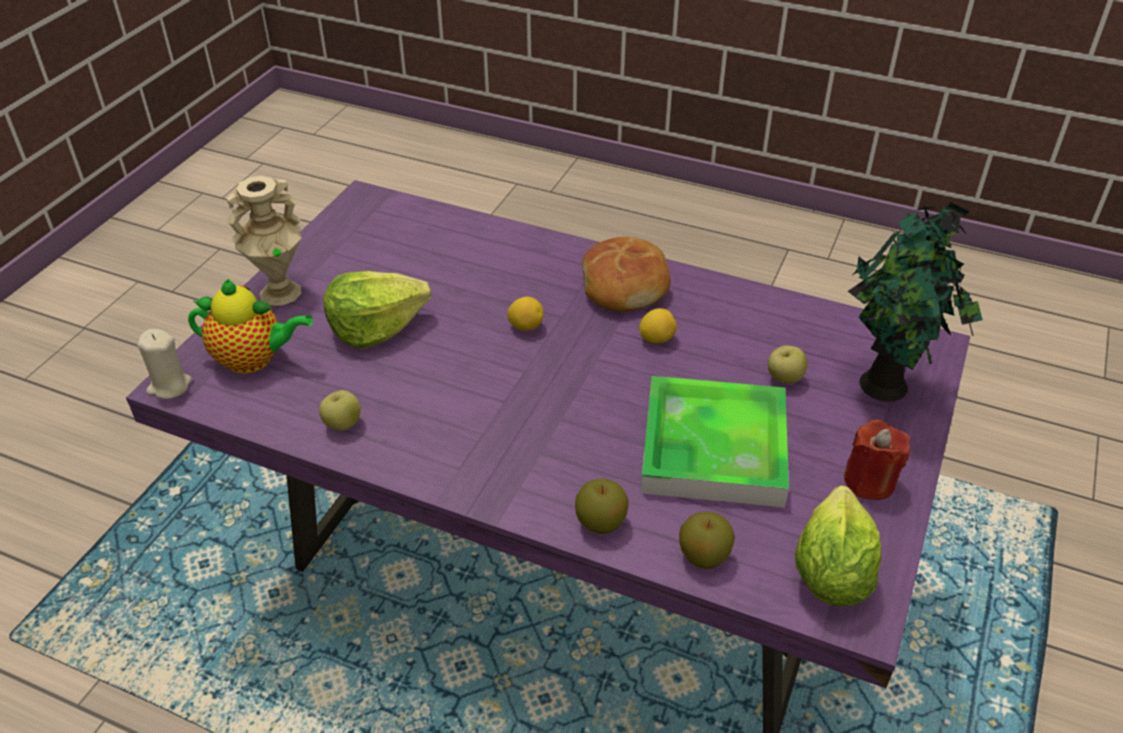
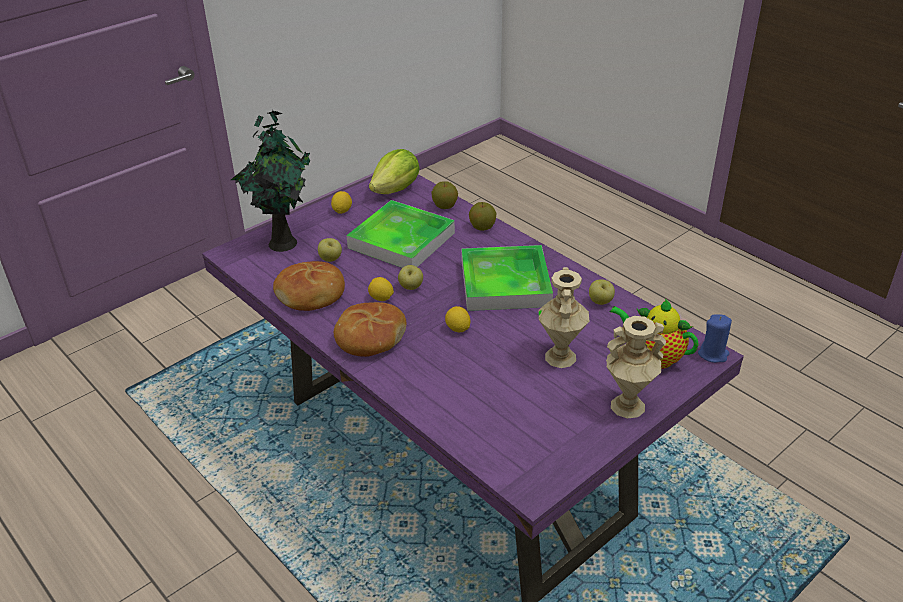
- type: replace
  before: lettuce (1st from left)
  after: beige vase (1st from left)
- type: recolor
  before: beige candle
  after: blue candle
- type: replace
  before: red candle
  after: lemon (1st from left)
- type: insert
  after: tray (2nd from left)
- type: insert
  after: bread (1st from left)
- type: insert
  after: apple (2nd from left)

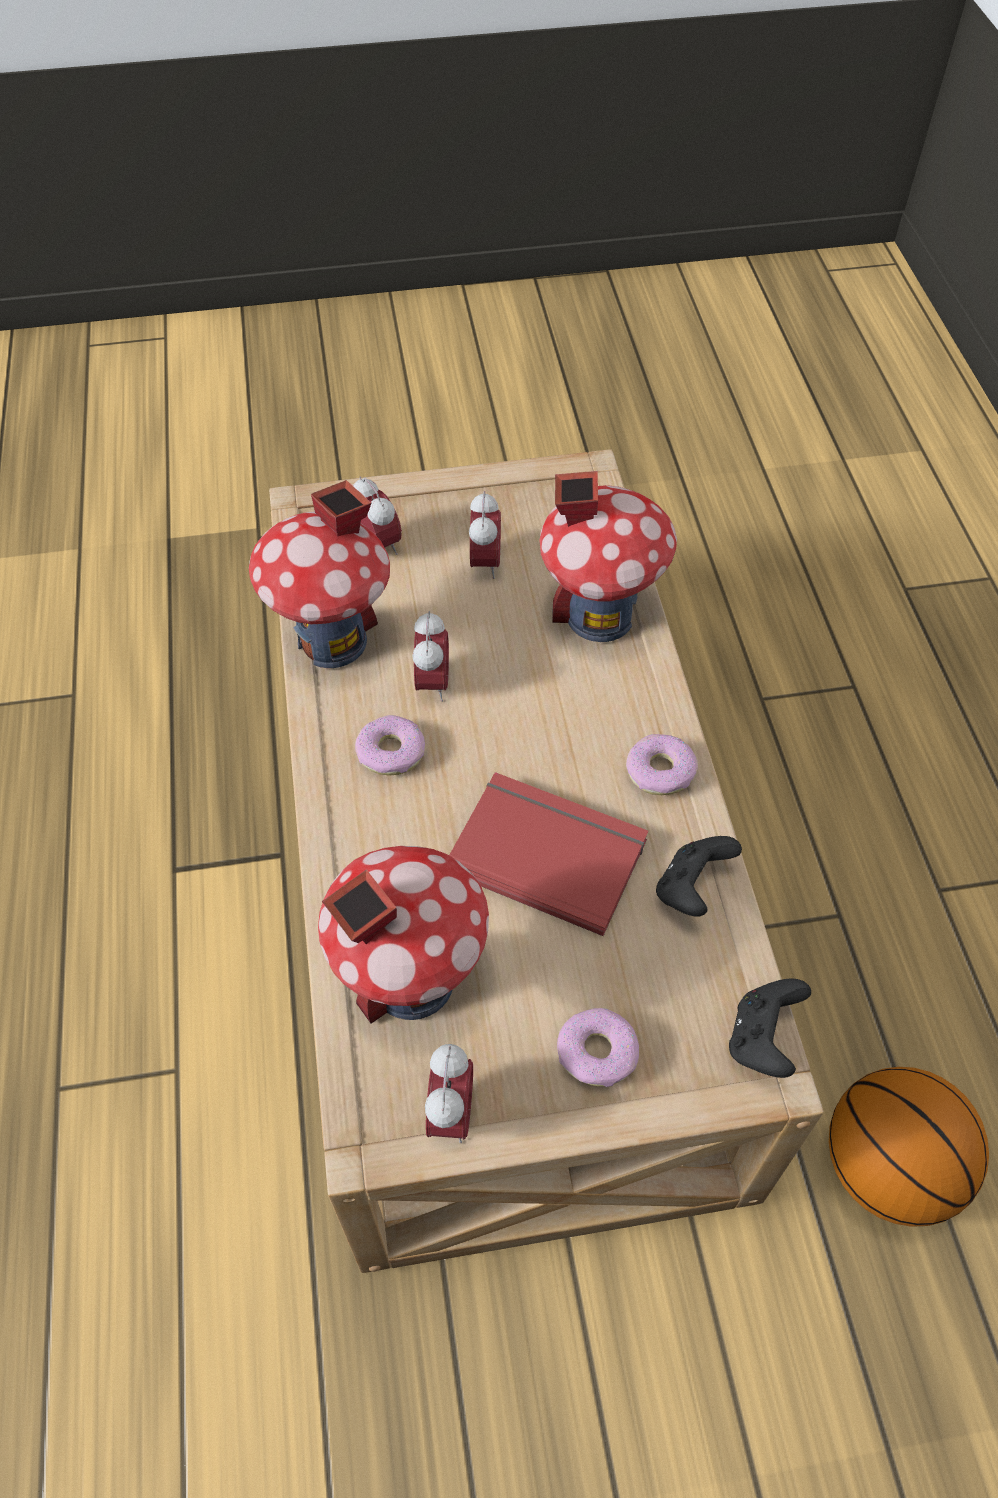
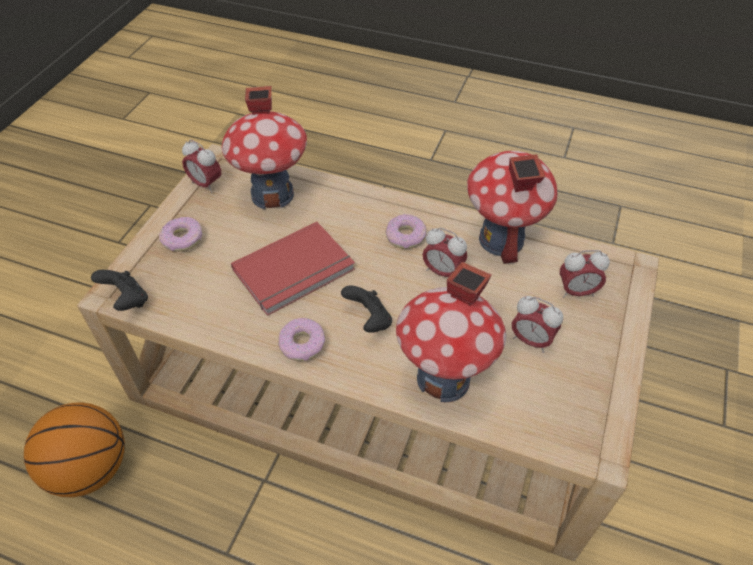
- type: move
  before: black game controller (1st from left in the first image)
  after: black game controller (2nd from left)

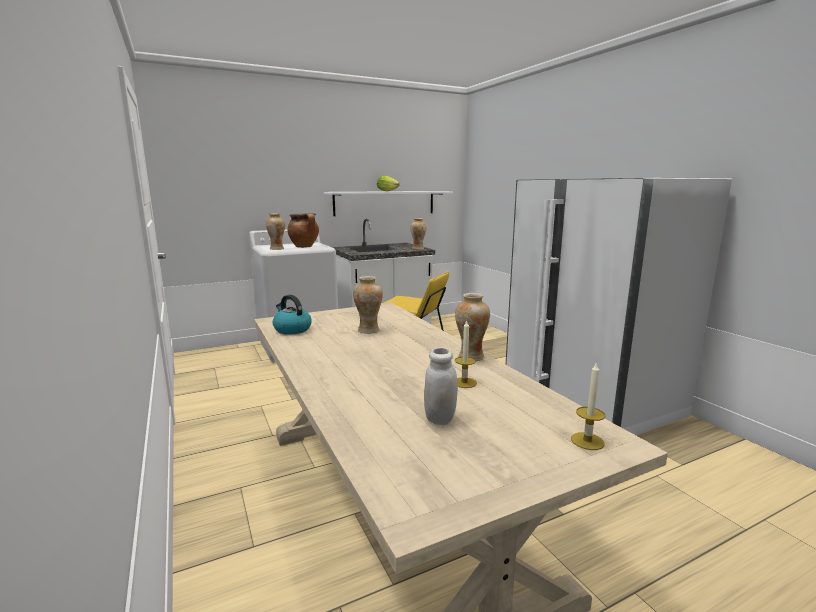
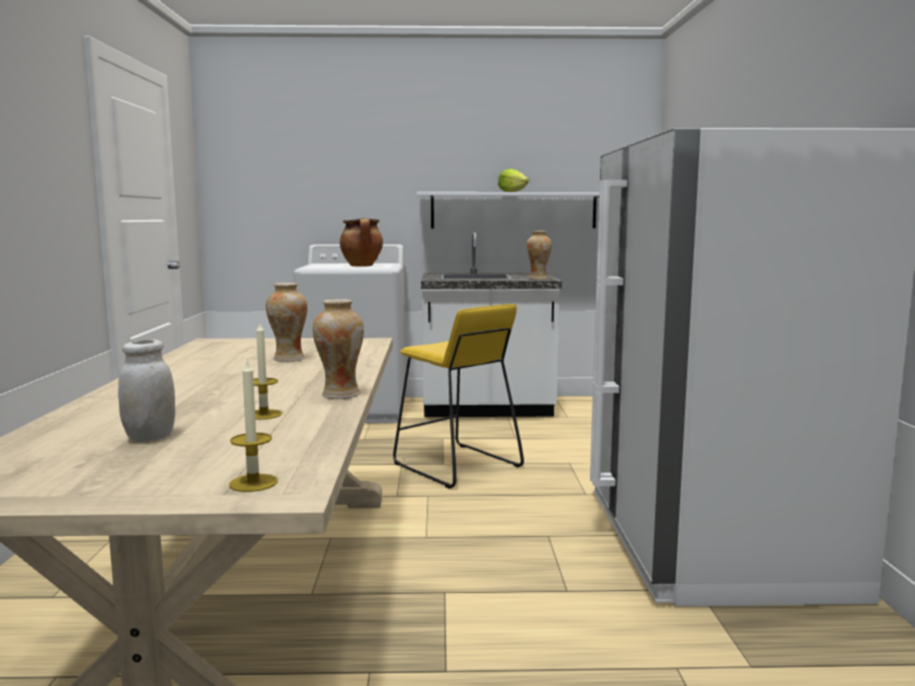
- type: delete
  before: vase (1st from left)
- type: delete
  before: kettle

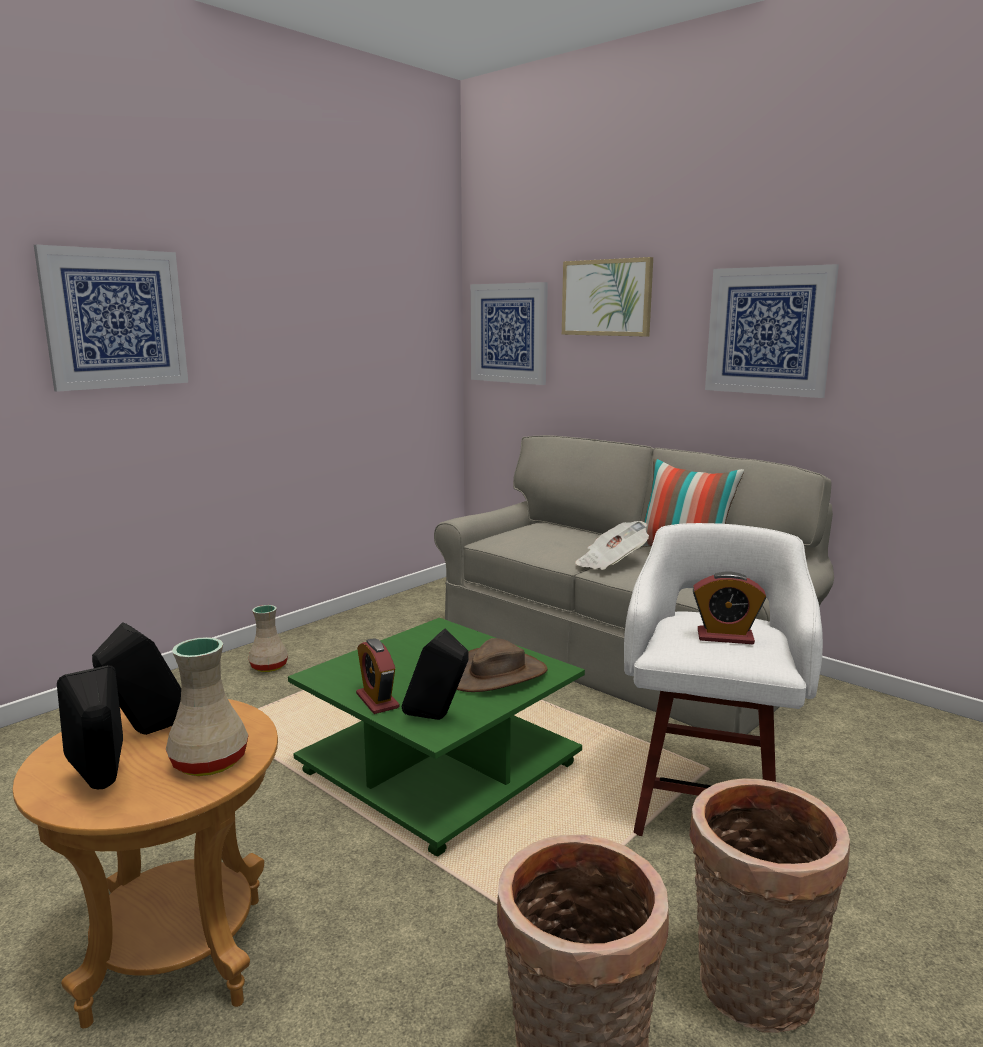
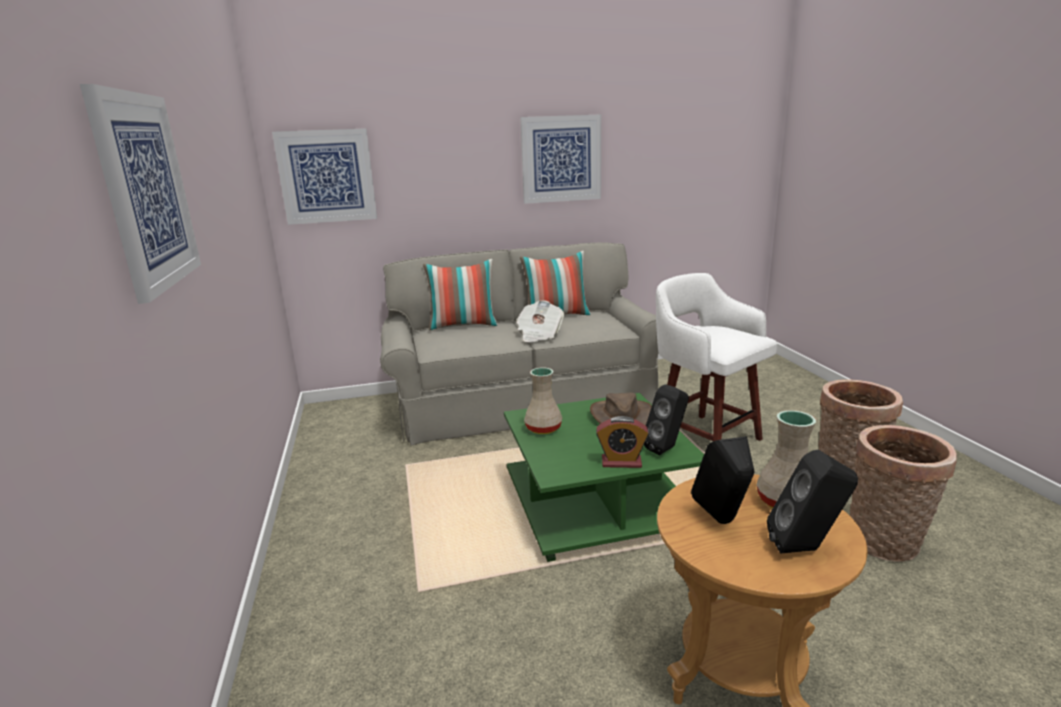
- type: delete
  before: picture (3rd from left)
- type: delete
  before: alarm clock (2nd from left)
- type: move
  before: beige vase (2nd from left in the first image)
  after: beige vase (1st from left)
- type: insert
  after: pillow (1st from left)

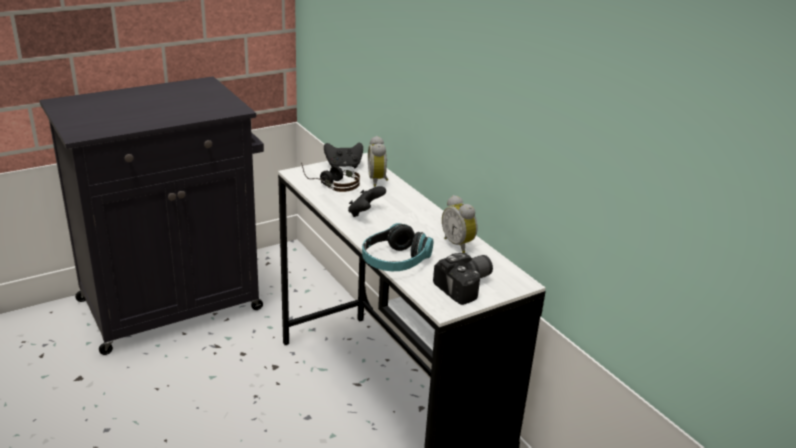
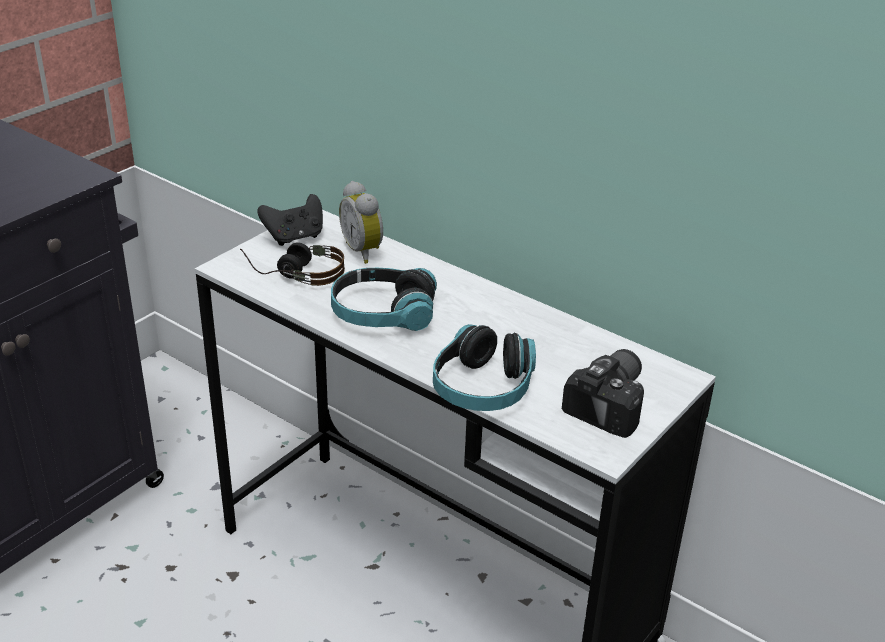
- type: replace
  before: black game controller (2nd from left)
  after: headphones (2nd from left)
- type: delete
  before: alarm clock (2nd from left)

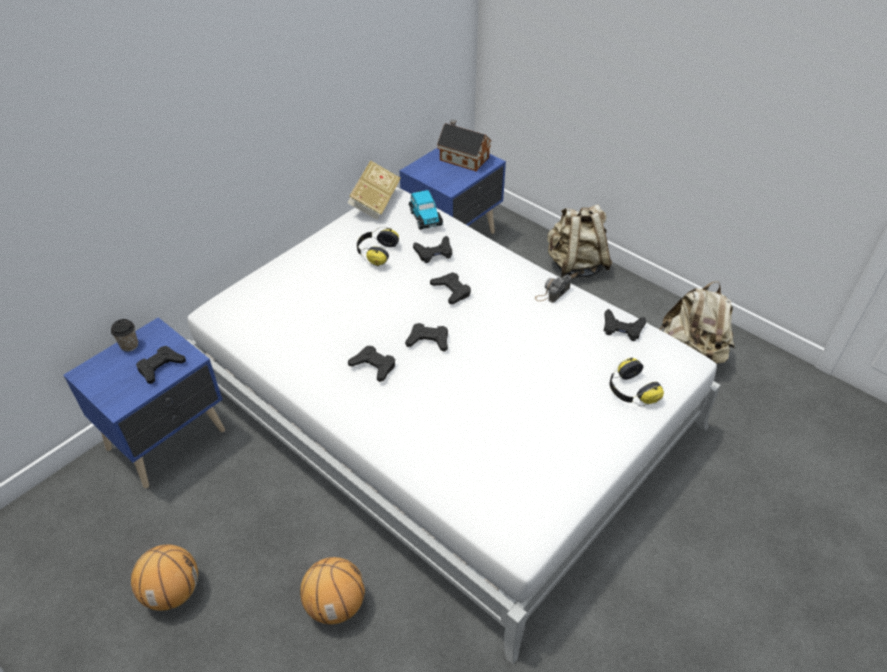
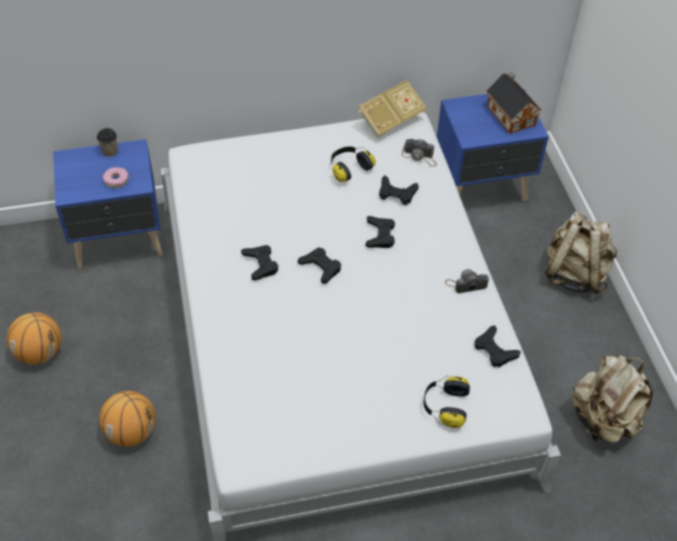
- type: replace
  before: toy car
  after: photo camera (1st from left)
- type: replace
  before: black game controller (1st from left)
  after: donut

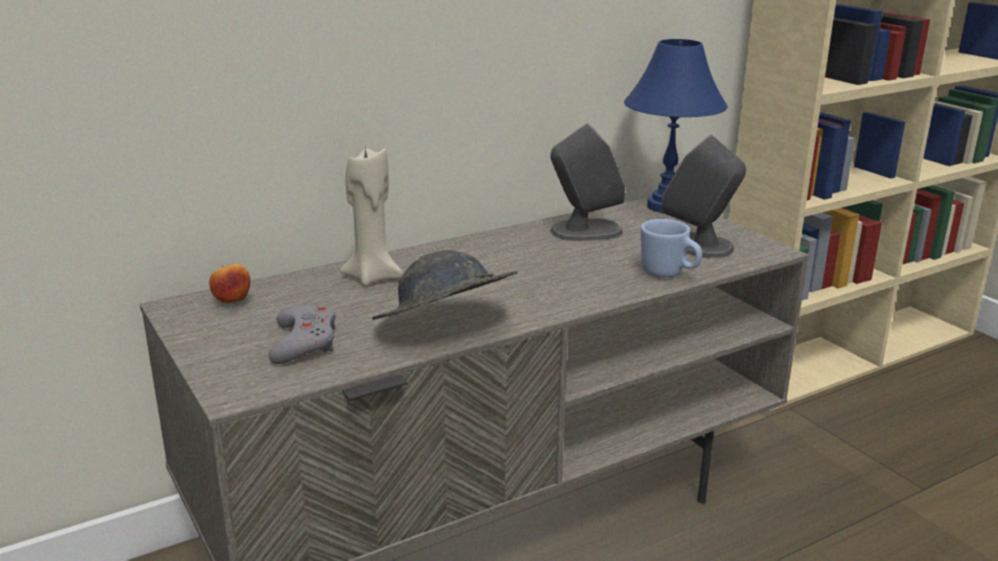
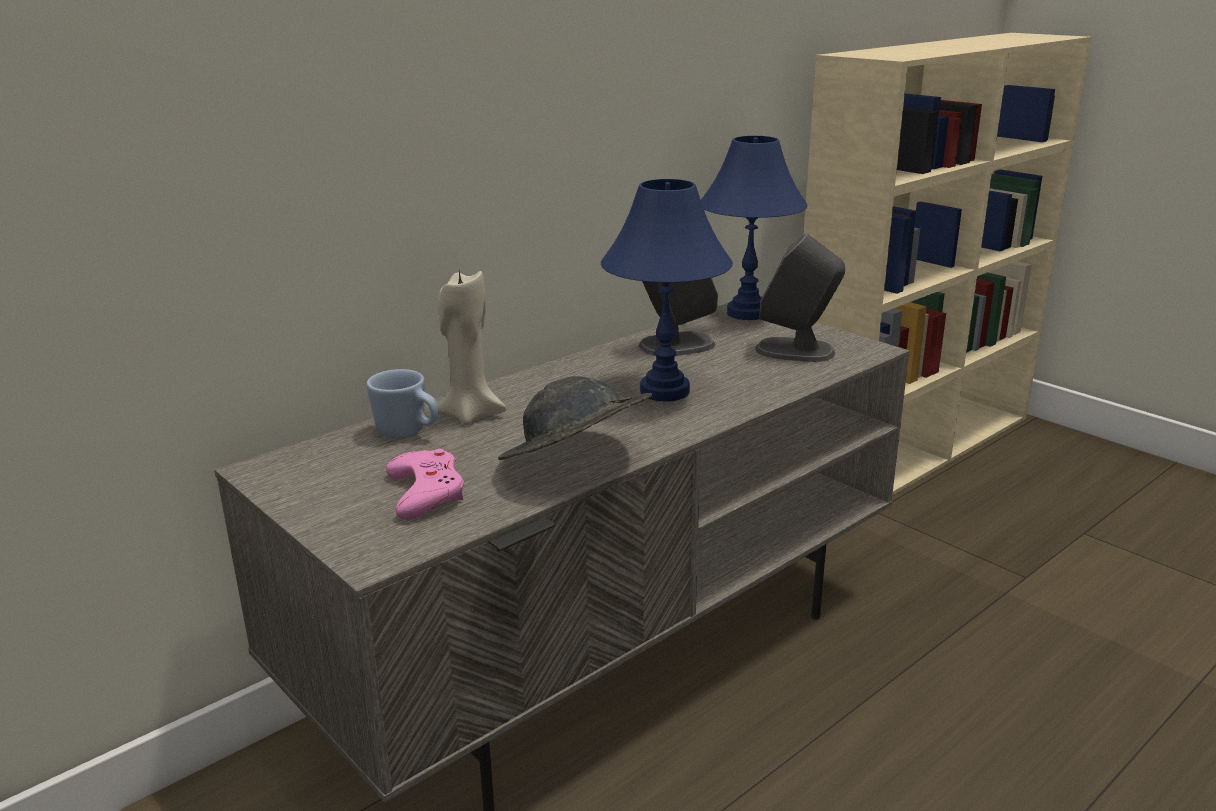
- type: move
  before: blue mug
- type: delete
  before: apple
- type: recolor
  before: grey game controller
  after: pink game controller
- type: insert
  after: blue table lamp (1st from left)

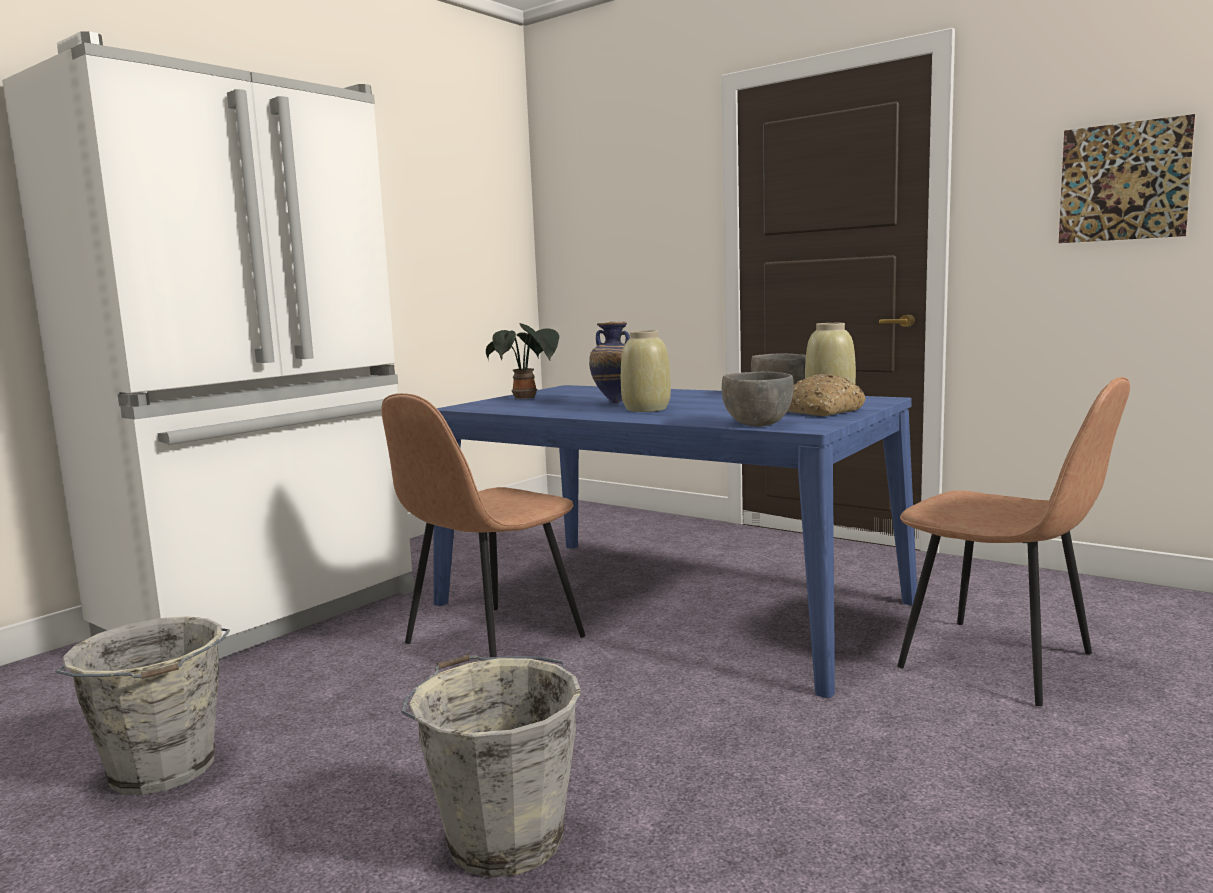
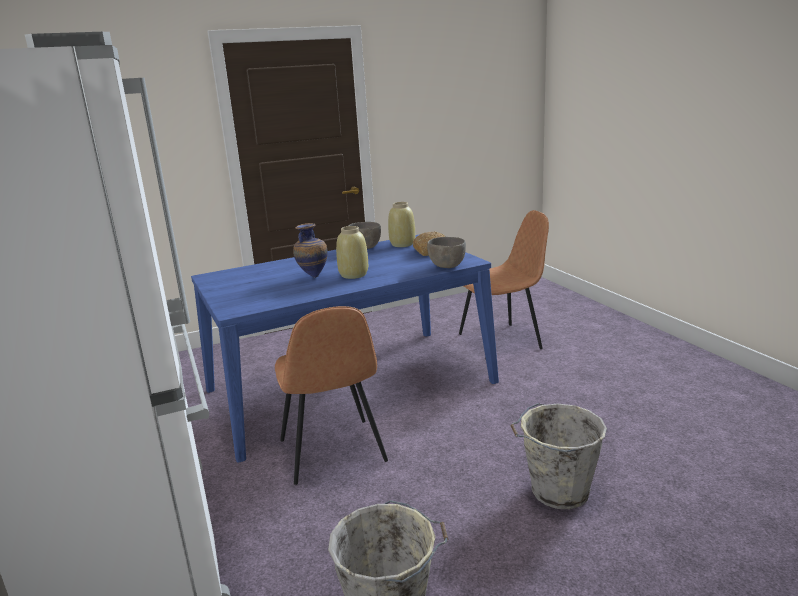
- type: delete
  before: picture
- type: delete
  before: potted plant

